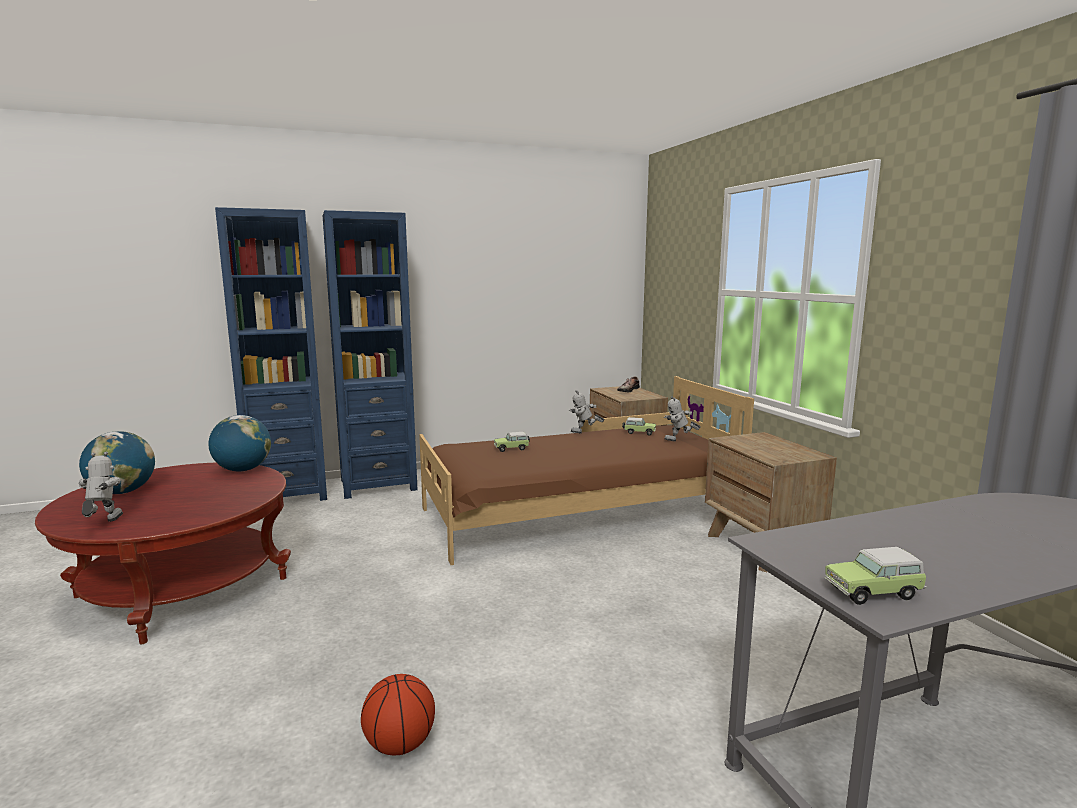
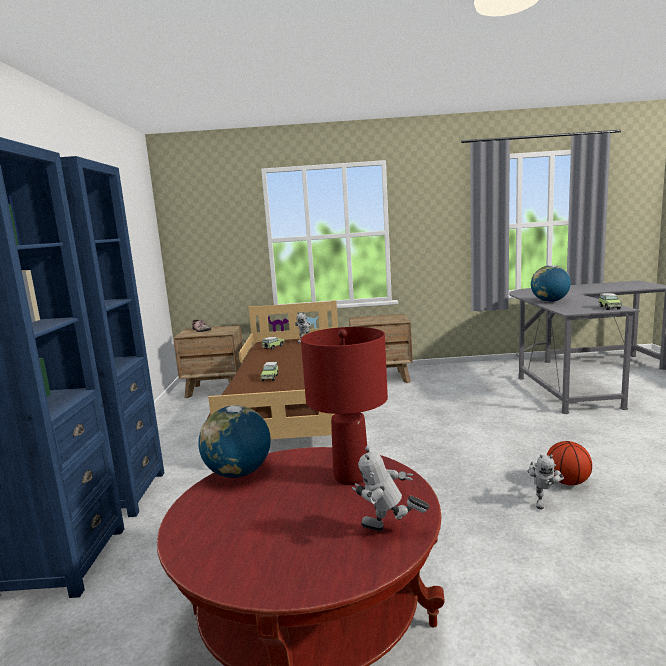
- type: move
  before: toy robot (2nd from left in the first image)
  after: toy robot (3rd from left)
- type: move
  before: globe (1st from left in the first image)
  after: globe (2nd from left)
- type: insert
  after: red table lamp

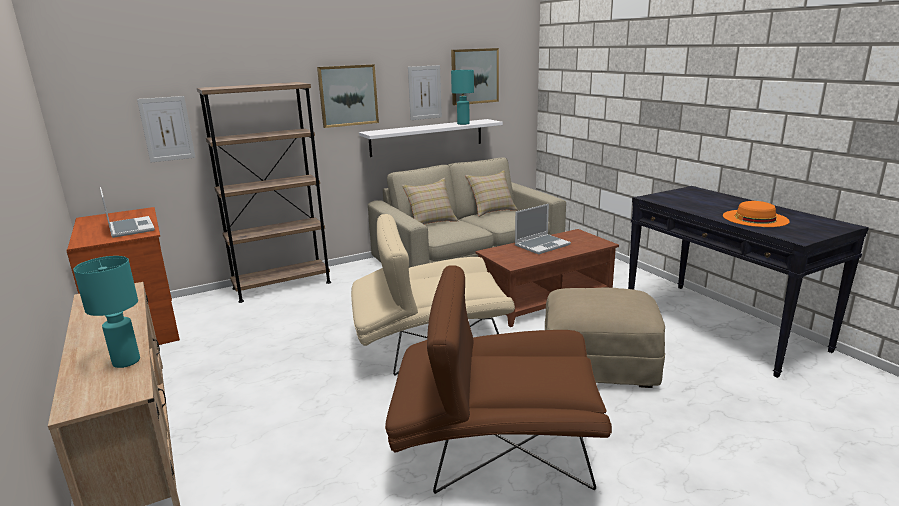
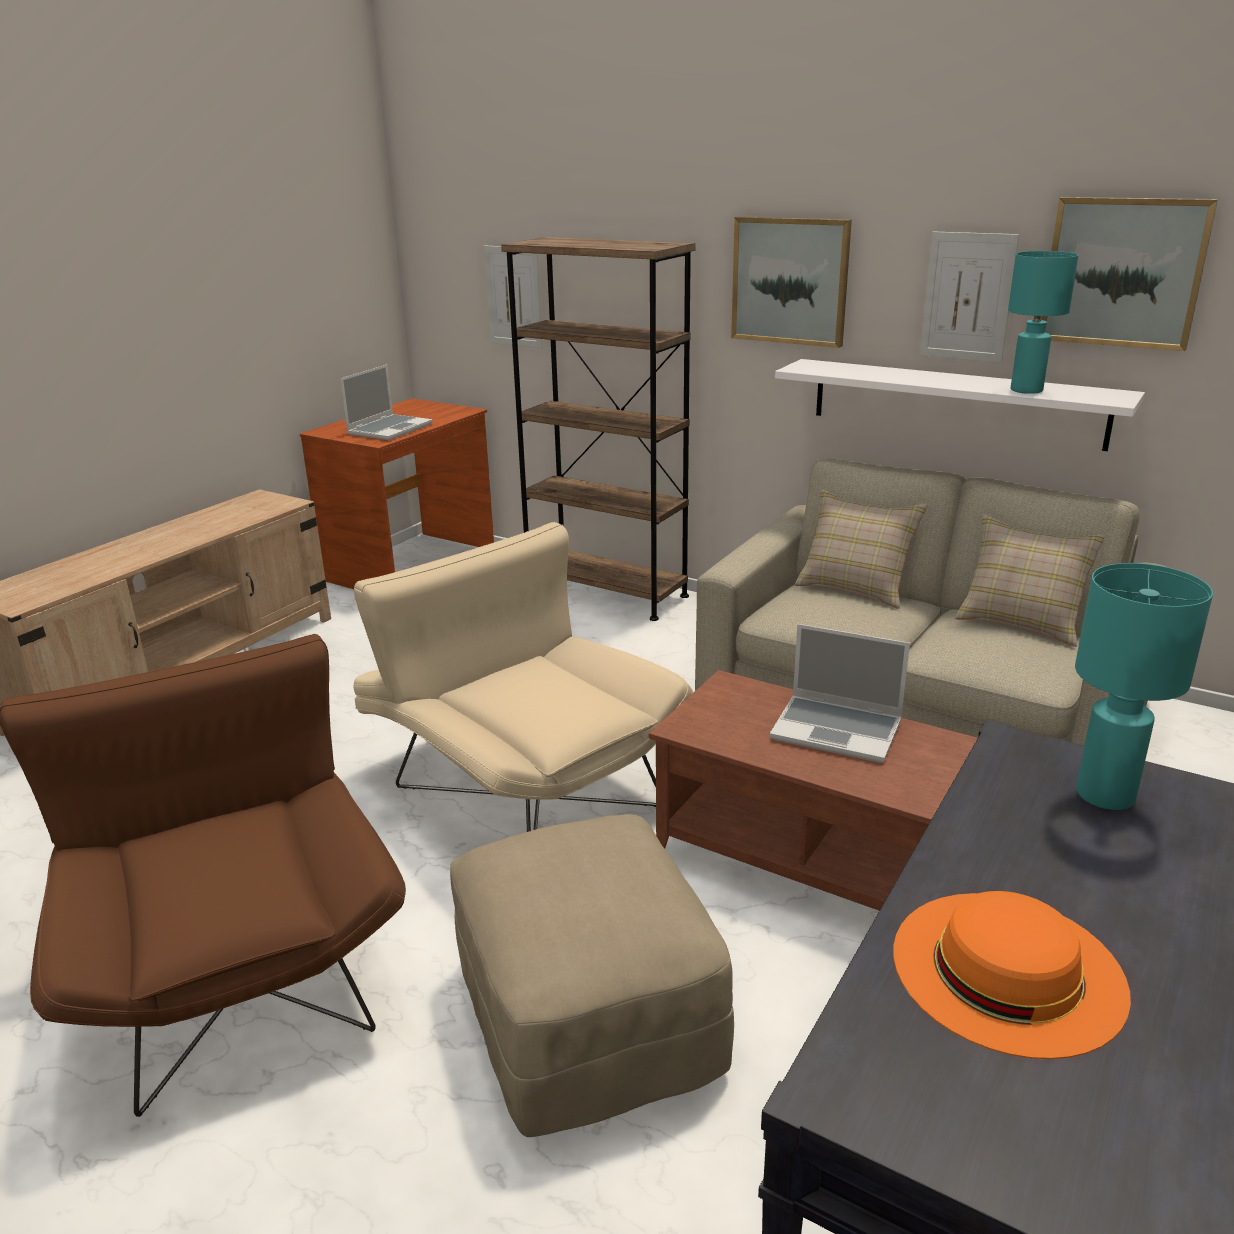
- type: move
  before: turquoise table lamp (1st from left in the first image)
  after: turquoise table lamp (2nd from left)

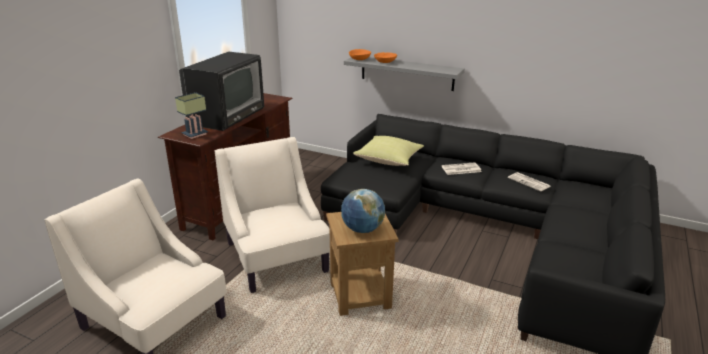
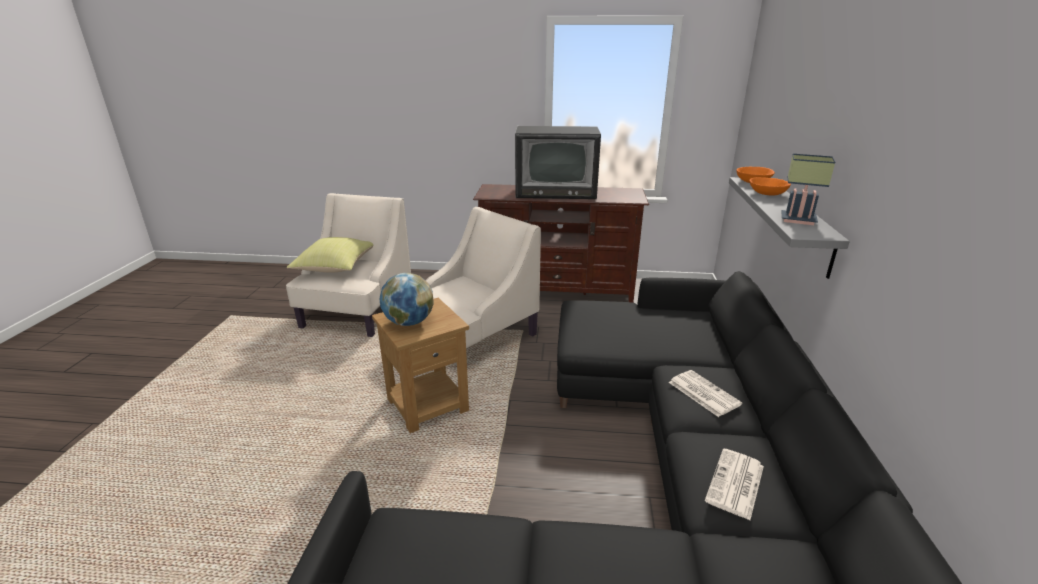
- type: move
  before: table lamp
- type: move
  before: yellow pillow

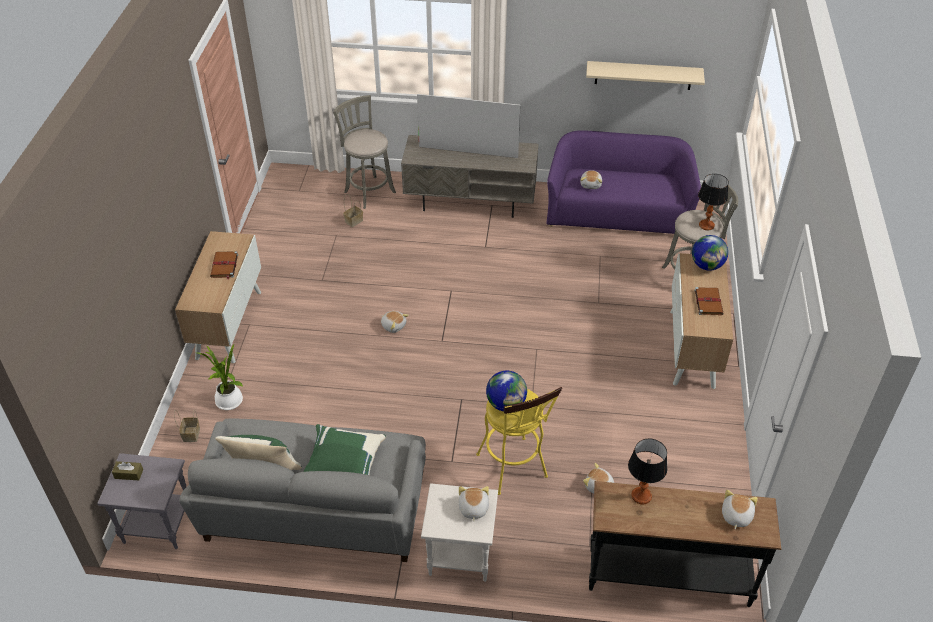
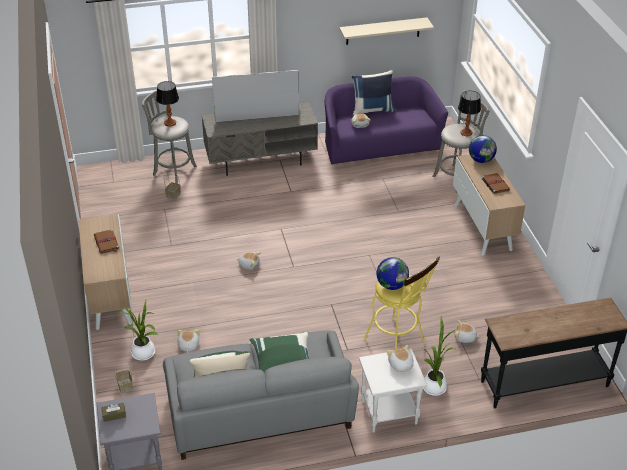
- type: move
  before: table lamp (1st from left)
- type: move
  before: plush toy (5th from left in the first image)
  after: plush toy (1st from left)
- type: insert
  after: blue pillow
- type: insert
  after: potted plant (2nd from left)

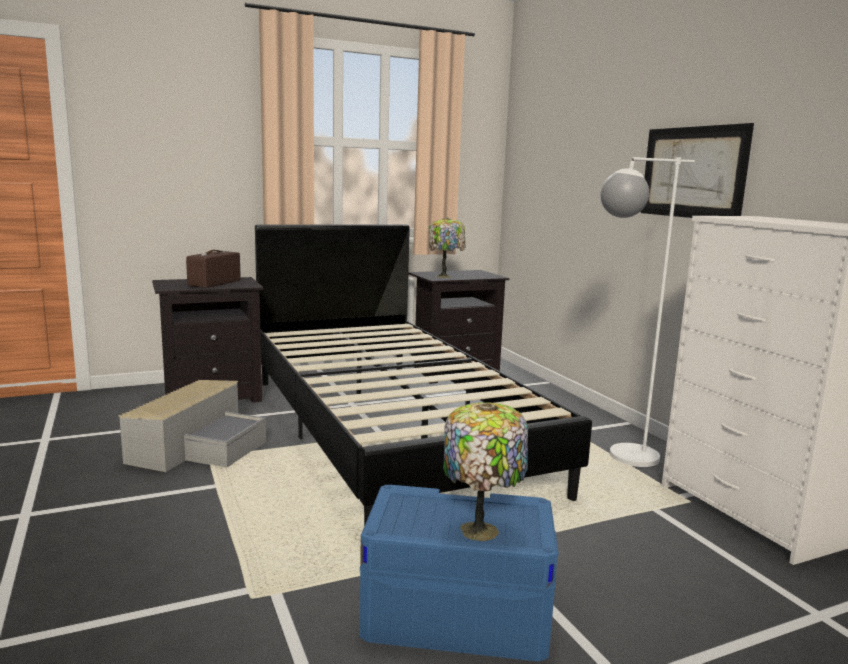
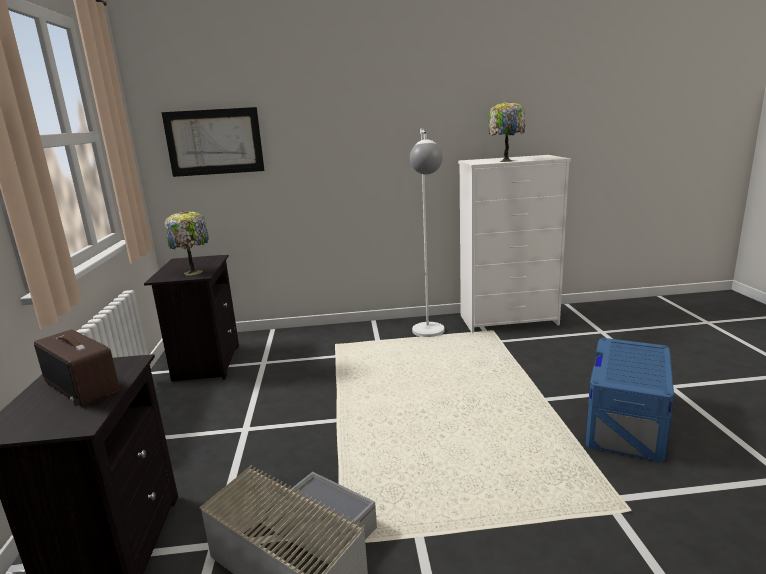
- type: move
  before: picture
- type: delete
  before: black bed
- type: move
  before: table lamp (2nd from left)

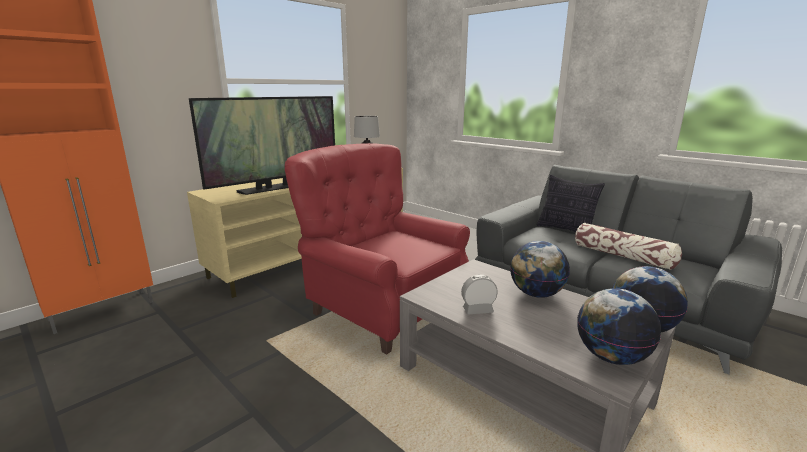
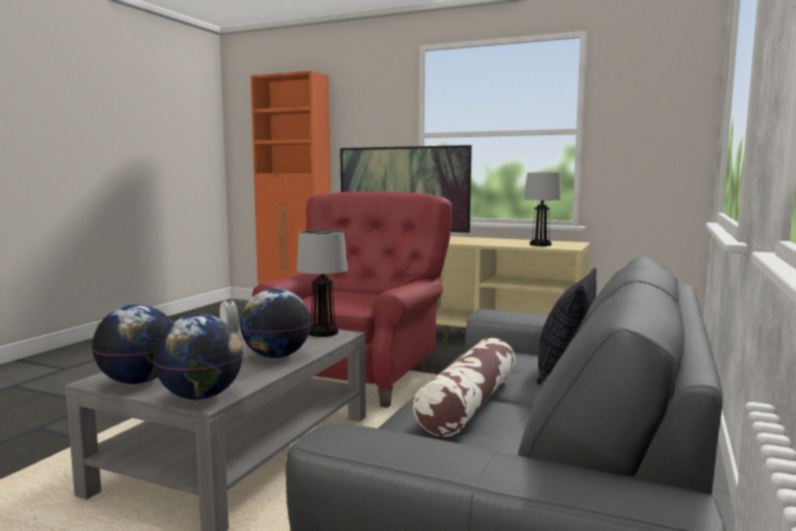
- type: insert
  after: table lamp (1st from left)

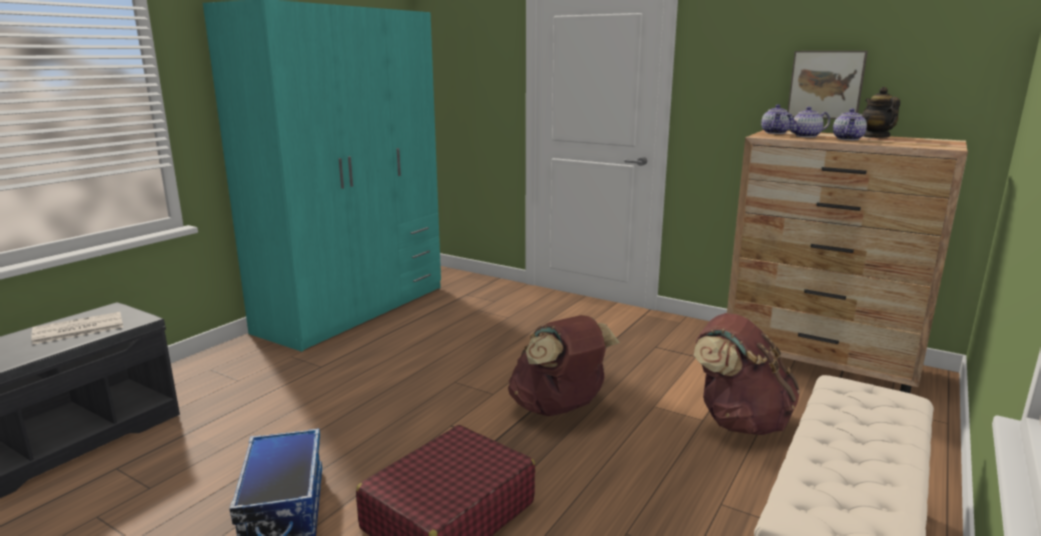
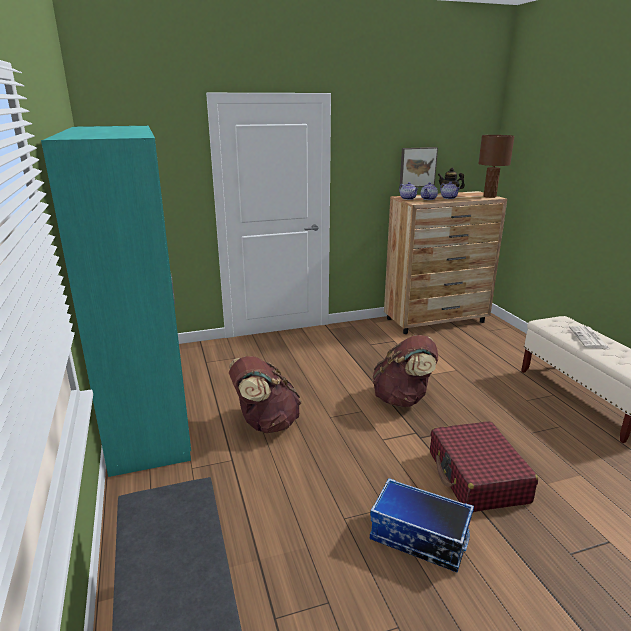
- type: move
  before: newspaper
- type: move
  before: brown backpack (2nd from left in the first image)
  after: brown backpack (1st from left)
- type: insert
  after: brown table lamp

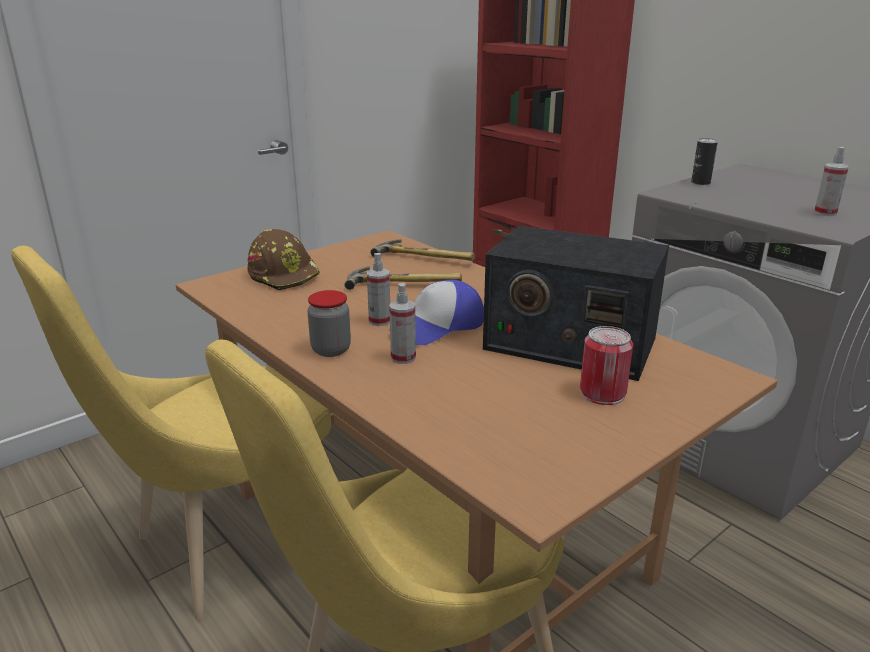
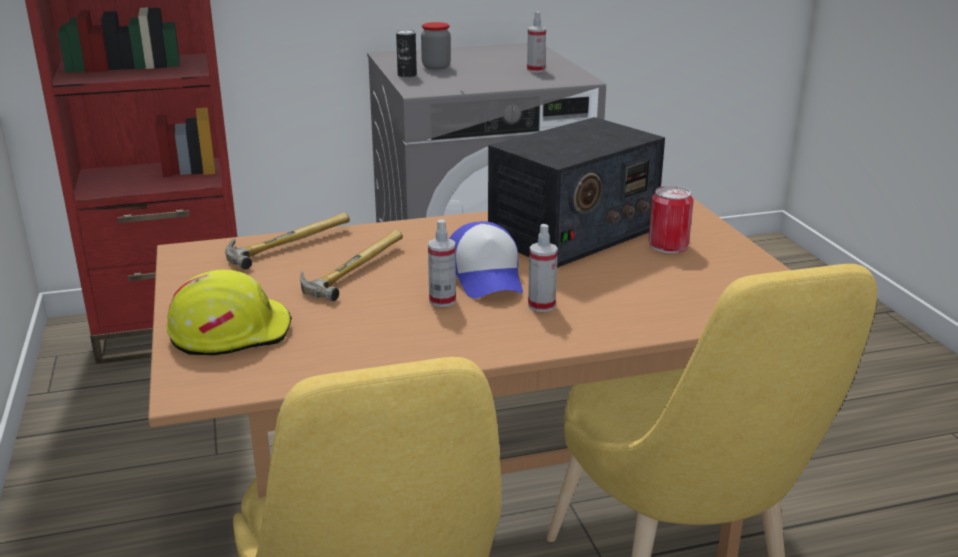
- type: recolor
  before: brown hard hat
  after: yellow hard hat
- type: move
  before: jar

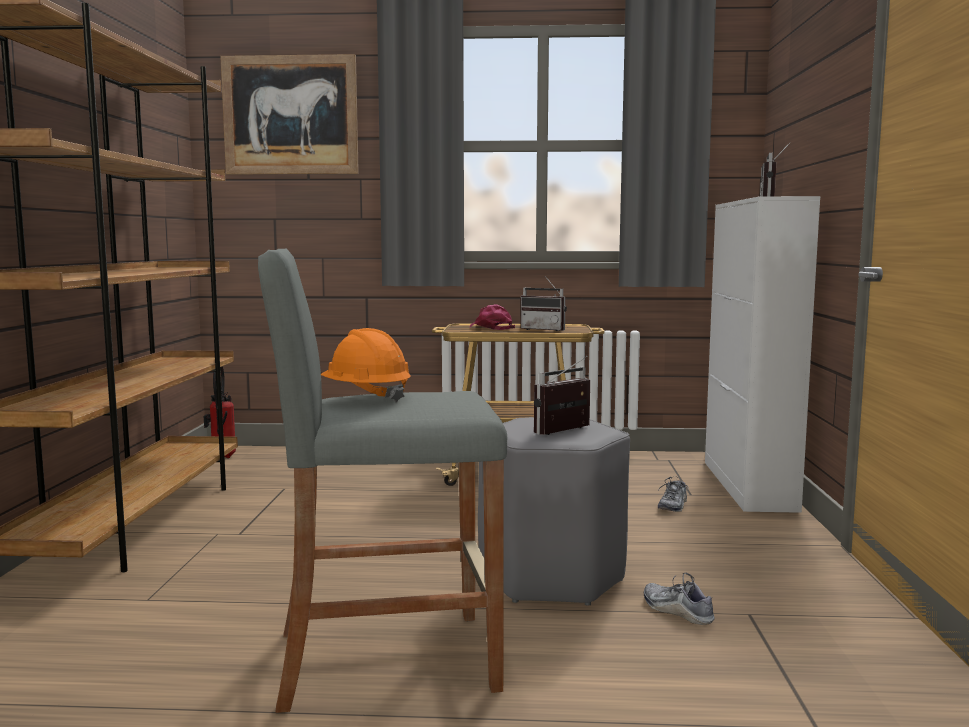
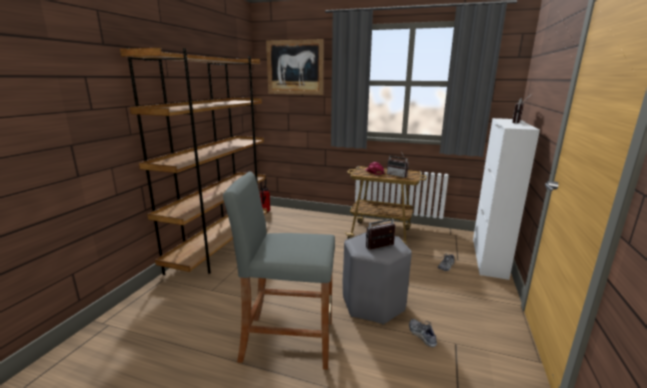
- type: delete
  before: orange hard hat

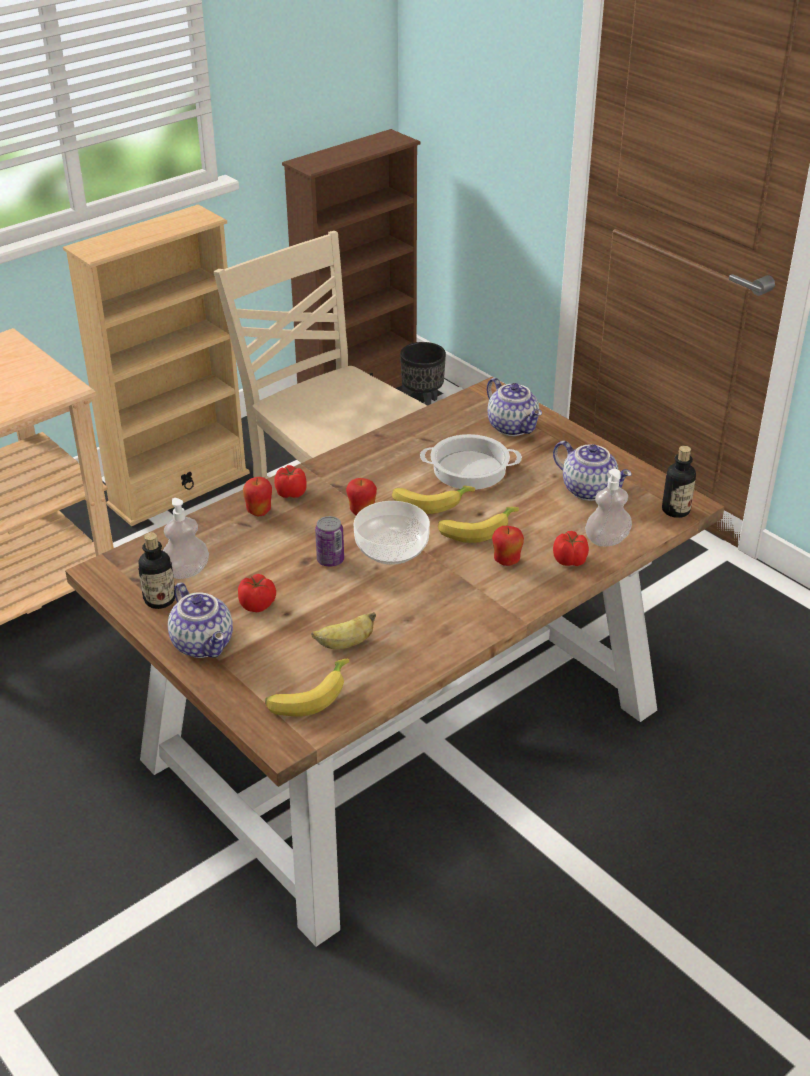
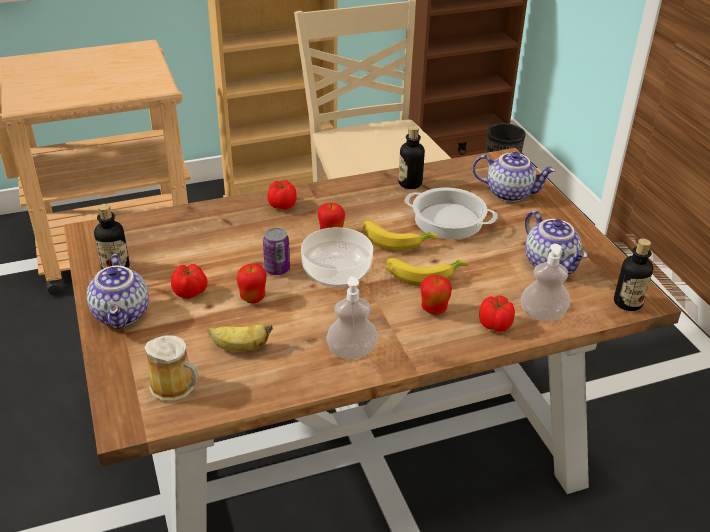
- type: rotate
  before: teapot (2nd from left)
  turn: -60
- type: move
  before: apple (1st from left)
- type: move
  before: soap dispenser (1st from left)
- type: replace
  before: banana (1st from left)
  after: mug
- type: insert
  after: bottle (2nd from left)

